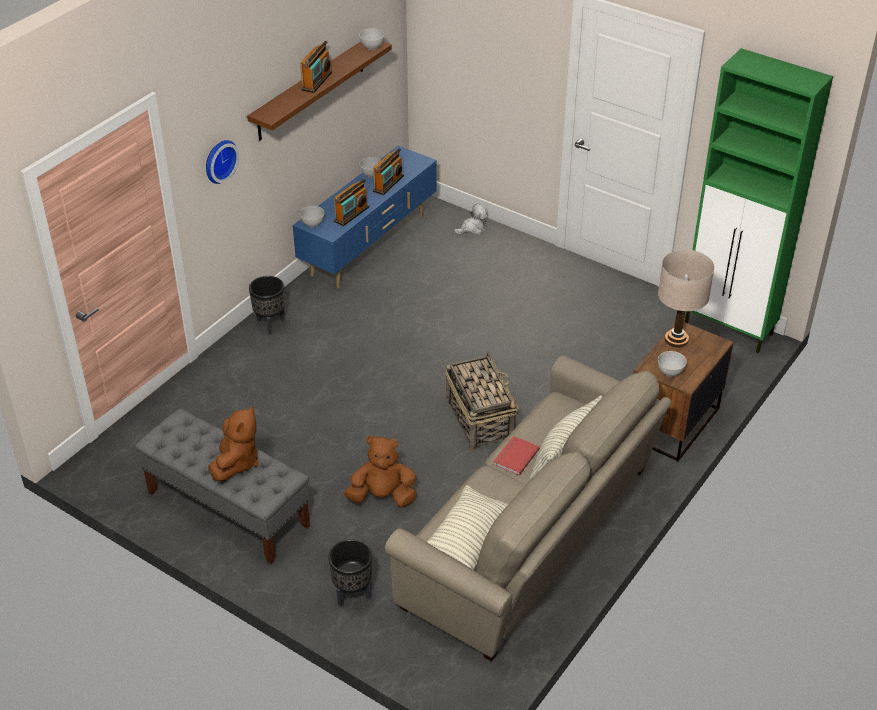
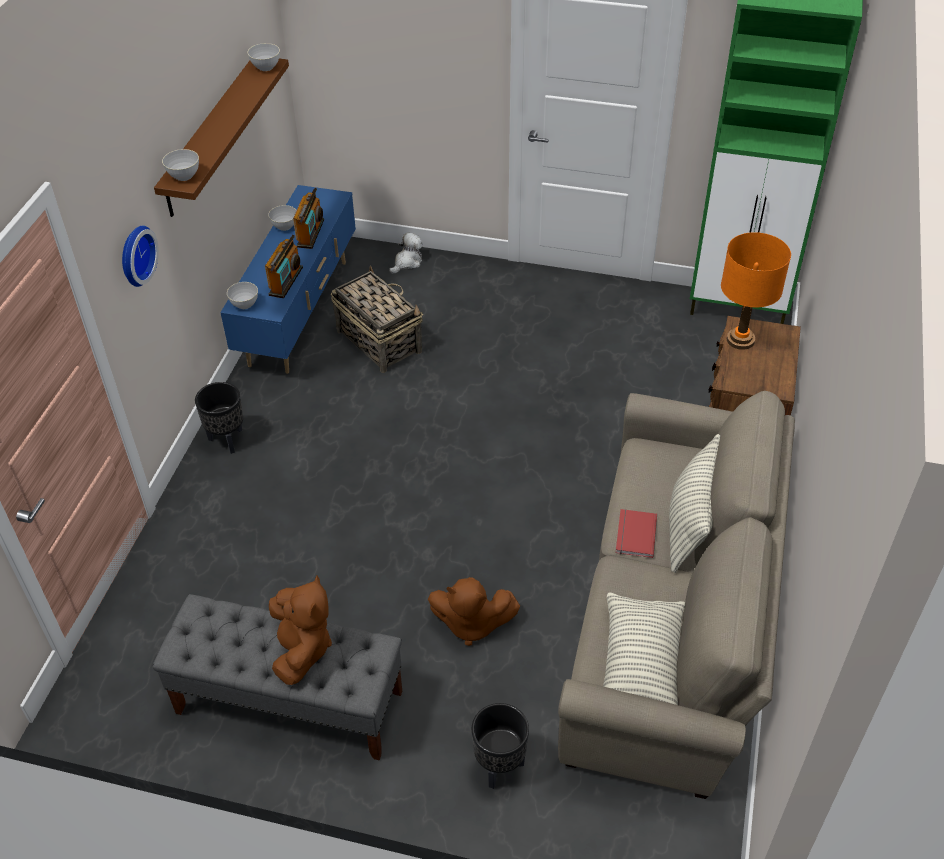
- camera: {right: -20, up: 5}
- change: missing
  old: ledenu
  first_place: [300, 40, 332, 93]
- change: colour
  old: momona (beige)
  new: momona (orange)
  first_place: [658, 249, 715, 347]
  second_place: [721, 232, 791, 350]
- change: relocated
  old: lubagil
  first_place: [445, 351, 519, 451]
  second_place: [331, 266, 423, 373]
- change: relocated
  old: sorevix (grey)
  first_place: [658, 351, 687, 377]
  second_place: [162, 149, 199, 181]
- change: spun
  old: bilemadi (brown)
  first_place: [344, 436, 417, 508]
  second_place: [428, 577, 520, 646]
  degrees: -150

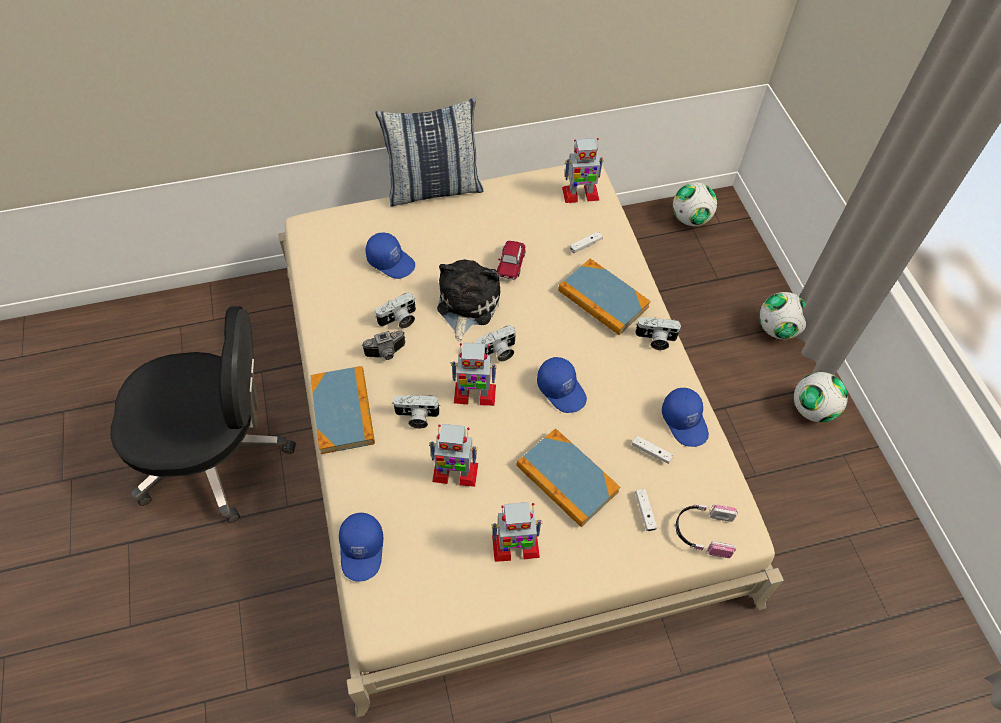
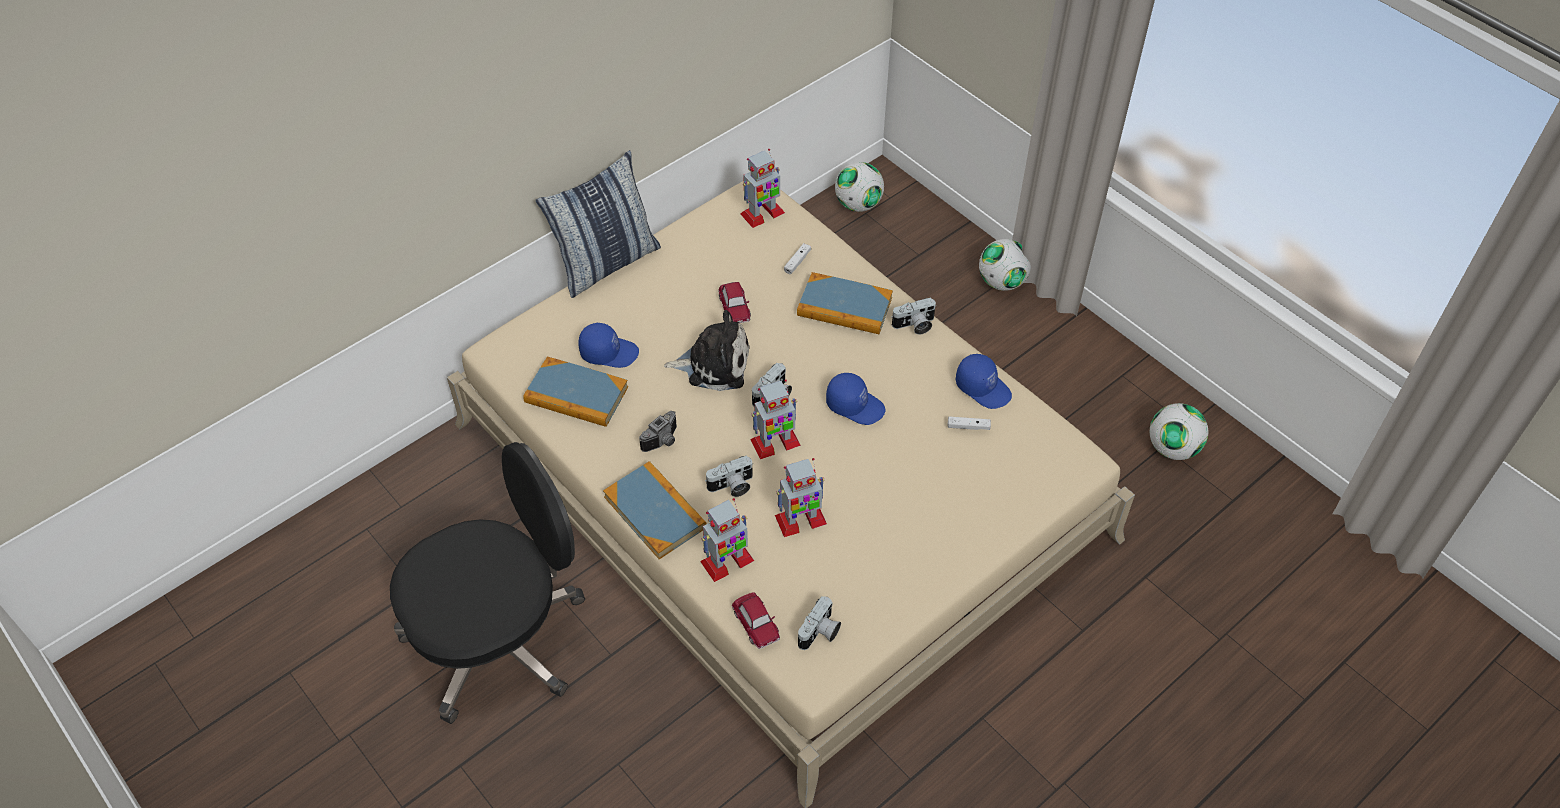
- camera: {right: -25, up: -5}
- change: spun
  old: bilemadi
  first_place: [437, 259, 500, 341]
  second_place: [664, 310, 750, 391]
  degrees: 105
- change: relocated
  old: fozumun
  first_place: [375, 292, 416, 328]
  second_place: [798, 596, 841, 650]
- change: relocated
  old: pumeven
  first_place: [794, 372, 848, 422]
  second_place: [1150, 403, 1208, 460]
- change: relocated
  old: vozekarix
  first_place: [516, 428, 620, 527]
  second_place: [523, 356, 628, 427]
- change: missing
  old: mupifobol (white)
  first_place: [635, 489, 657, 531]
- change: relocated
  old: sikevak
  first_place: [492, 502, 542, 562]
  second_place: [700, 498, 754, 582]
- change: missing
  old: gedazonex
  first_place: [676, 504, 738, 558]
- change: exchanged
  old: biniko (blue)
  new: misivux
  first_place: [339, 513, 383, 582]
  second_place: [732, 592, 780, 649]

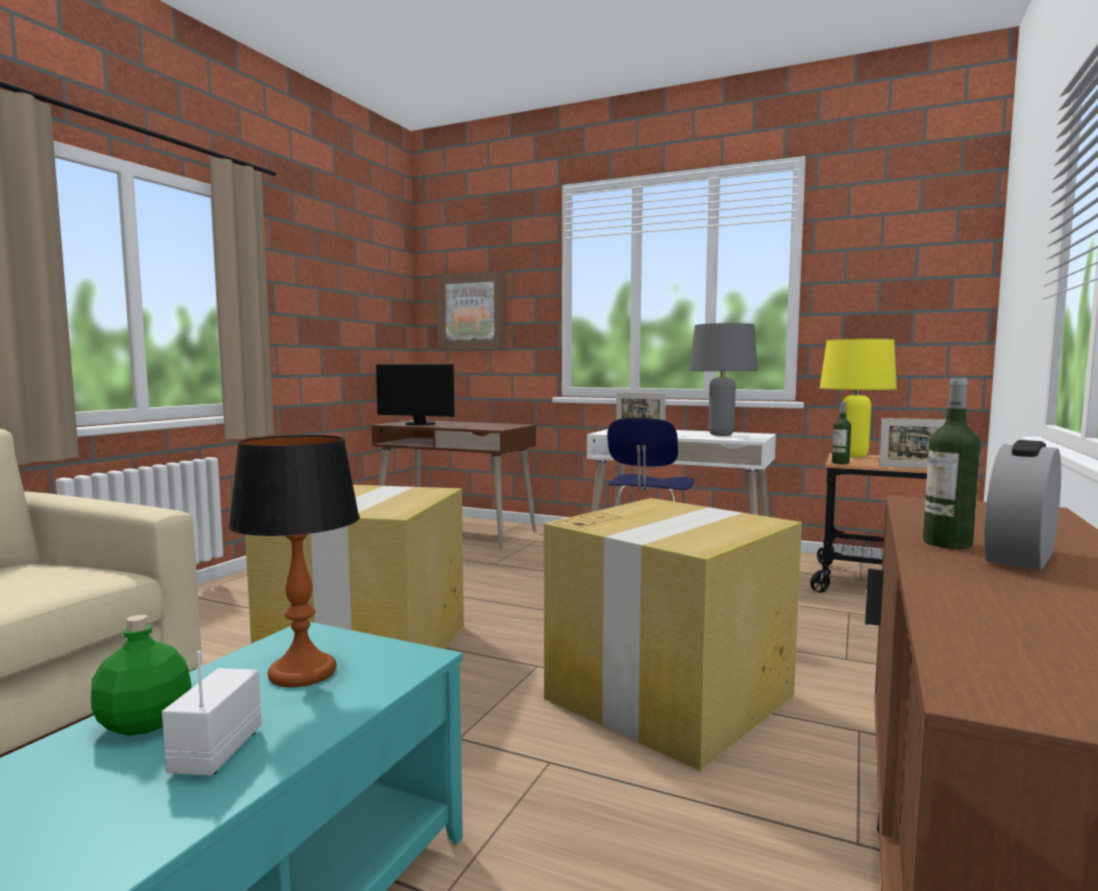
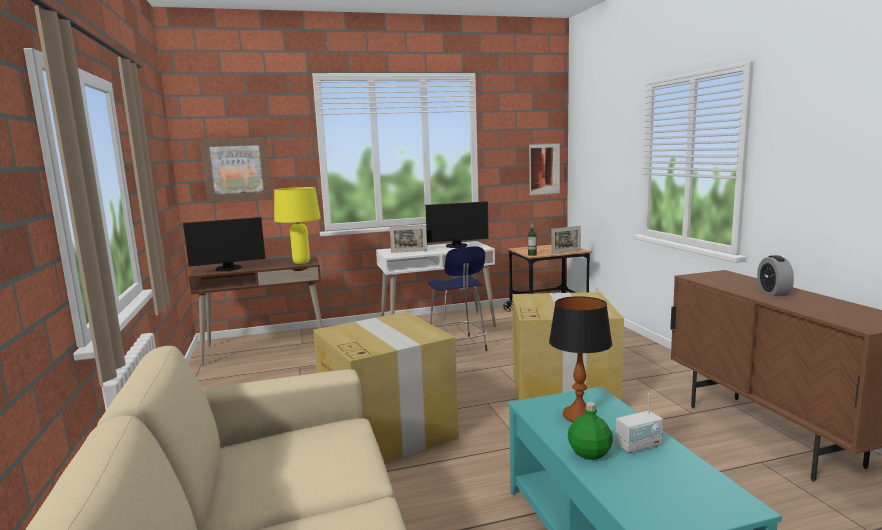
- camera: {right: -40, up: 5}
- change: exchanged
  old: momona (grey)
  new: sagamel
  first_place: [689, 323, 758, 436]
  second_place: [425, 201, 489, 248]
- change: relocated
  old: momona (yellow)
  first_place: [820, 339, 897, 458]
  second_place: [274, 187, 321, 264]
- change: missing
  old: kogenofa
  first_place: [923, 378, 981, 549]
- change: spun
  old: ledenu
  first_place: [162, 651, 262, 776]
  second_place: [615, 393, 663, 453]
  degrees: -75
- change: appeared
  new: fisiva
  second_place: [529, 143, 560, 196]

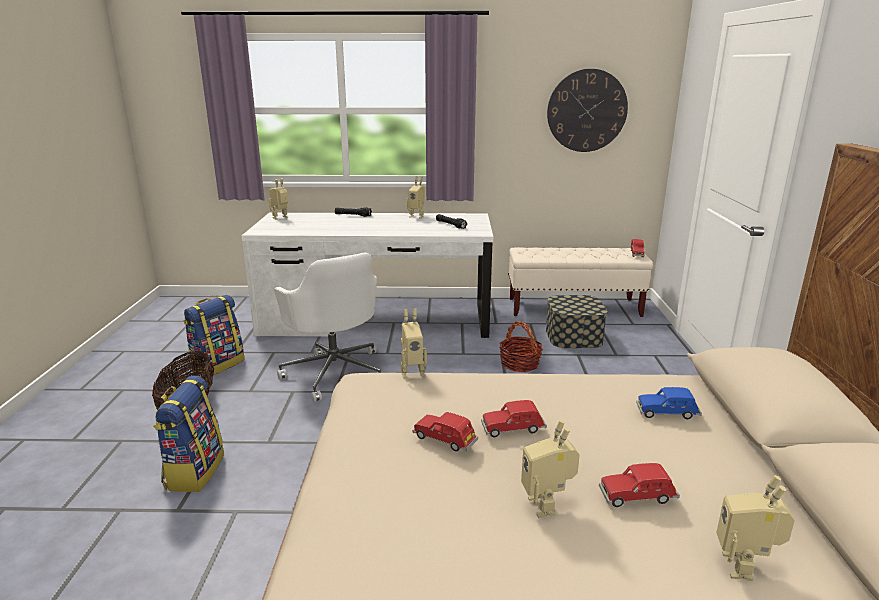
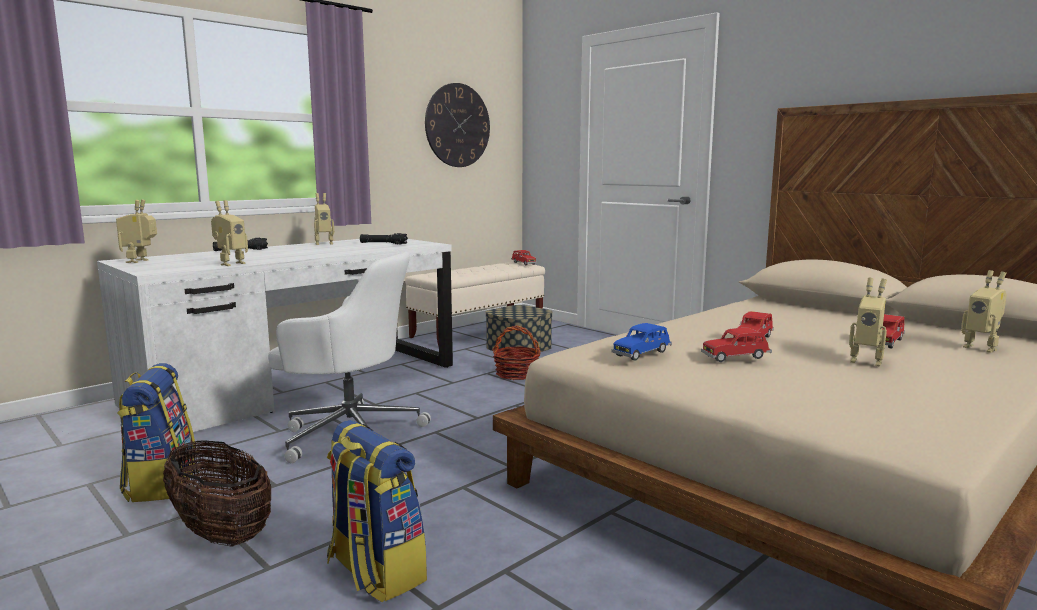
- camera: {right: -45, up: -10}
- change: relocated
  old: sikevak
  first_place: [401, 308, 427, 379]
  second_place: [211, 200, 248, 266]
- change: relocated
  old: misivux (blue)
  first_place: [636, 387, 702, 419]
  second_place: [612, 323, 672, 361]

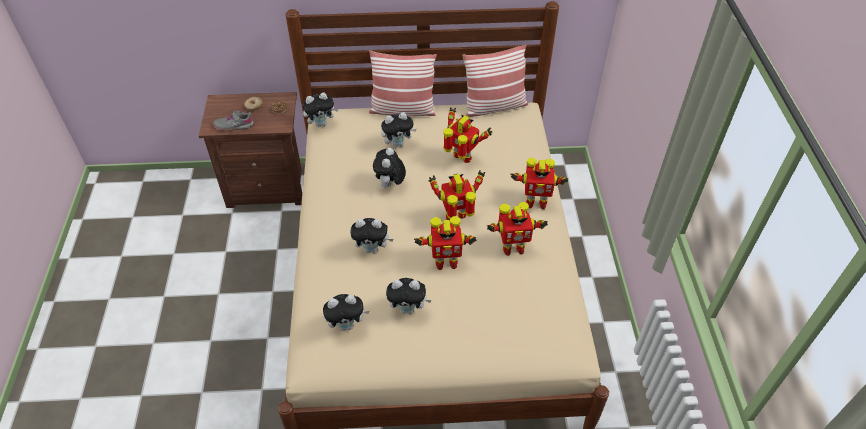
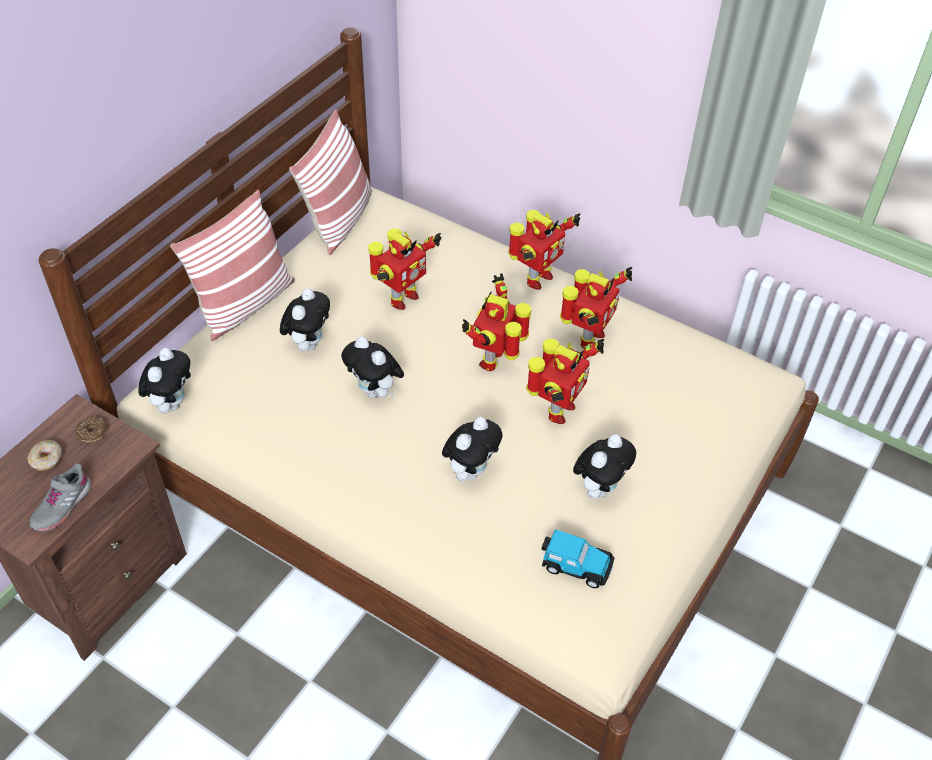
- camera: {right: -55, up: 0}
- change: spun
  old: sikevak
  first_place: [443, 107, 492, 163]
  second_place: [368, 229, 442, 310]
  degrees: 150
- change: exchanged
  old: bilemadi
  new: misivux
  first_place: [323, 294, 369, 331]
  second_place: [541, 529, 615, 588]

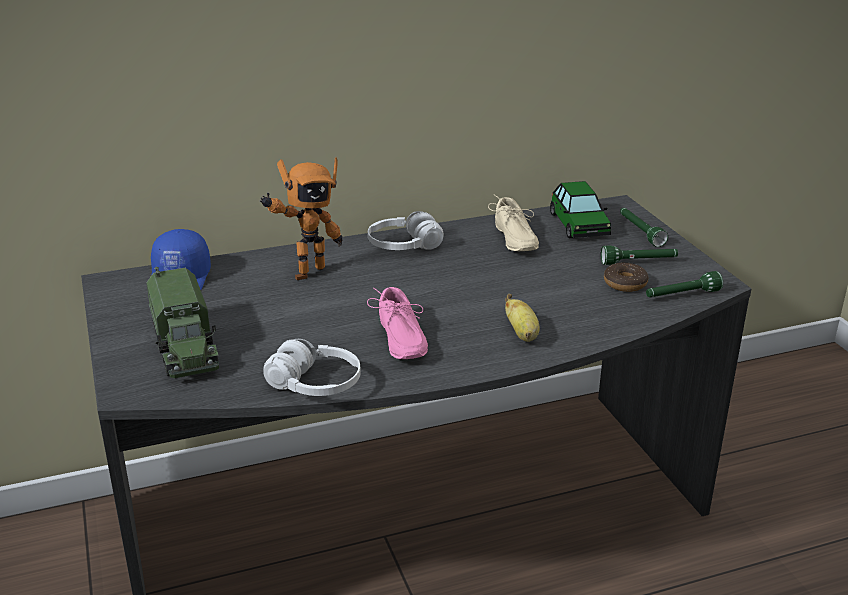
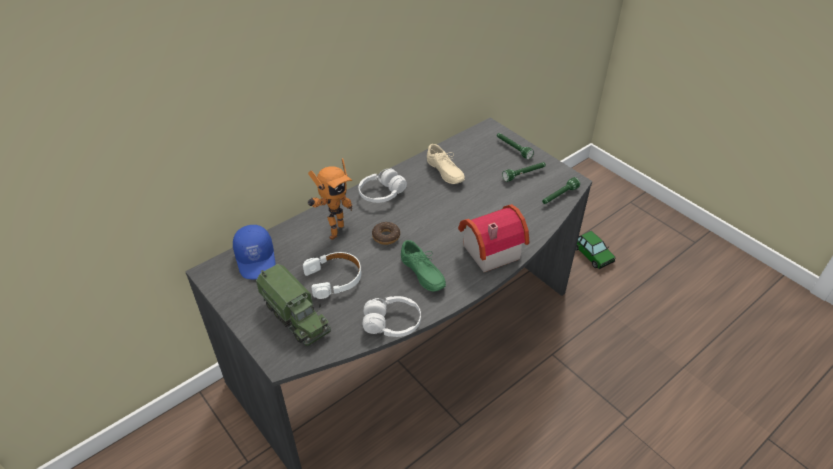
- camera: {right: -20, up: 15}
- change: relocated
  old: misivux
  first_place: [550, 181, 611, 238]
  second_place: [576, 231, 616, 269]
- change: relocated
  old: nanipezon
  first_place: [604, 263, 648, 292]
  second_place: [372, 222, 400, 245]
- change: colour
  old: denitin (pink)
  new: denitin (green)
  first_place: [367, 287, 428, 359]
  second_place: [401, 240, 446, 292]
- change: exchanged
  old: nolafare
  new: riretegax
  first_place: [505, 294, 540, 342]
  second_place: [458, 204, 529, 272]
- change: appeared
  new: gedazonex (white)
  second_place: [303, 252, 361, 299]

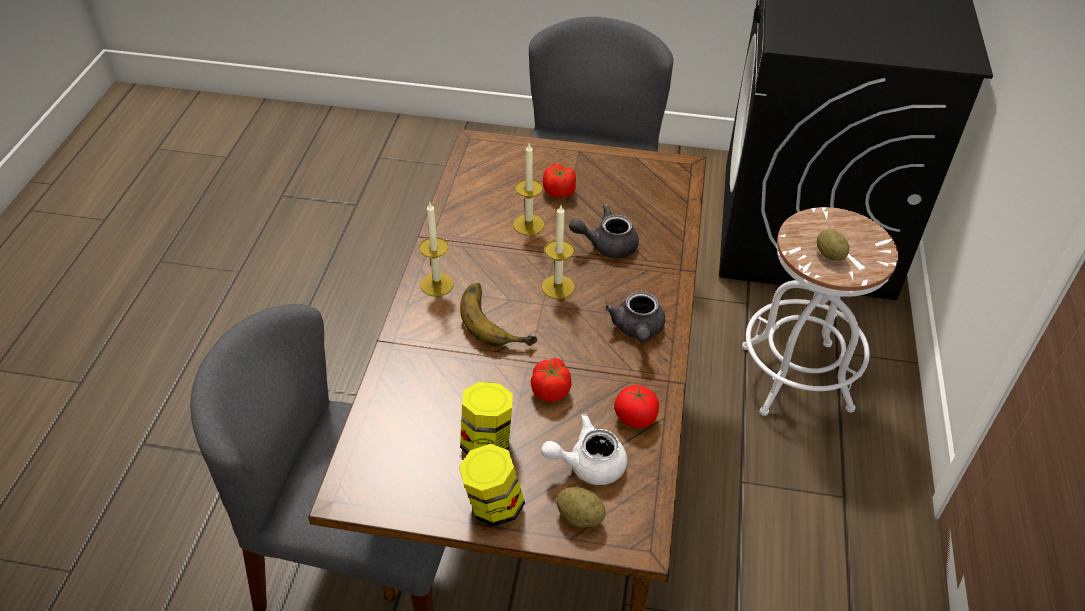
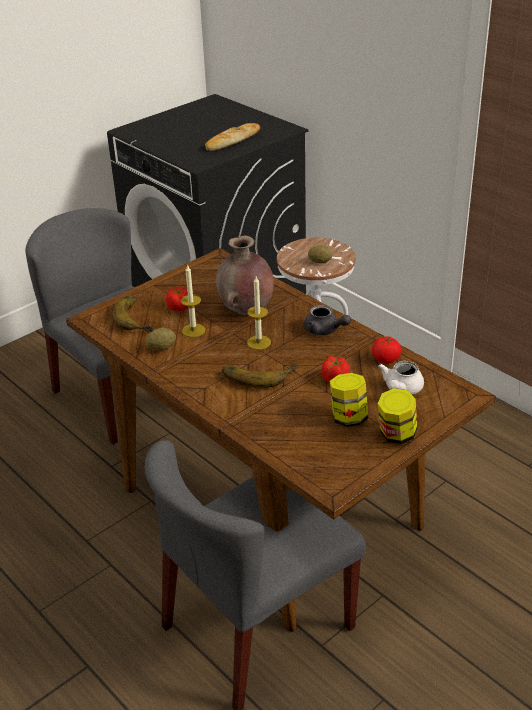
- camera: {right: -50, up: -10}
- change: missing
  old: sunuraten
  first_place: [419, 202, 454, 296]
- change: exchanged
  old: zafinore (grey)
  new: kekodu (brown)
  first_place: [569, 204, 639, 258]
  second_place: [216, 236, 274, 315]
- change: relocated
  old: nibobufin
  first_place: [556, 487, 606, 527]
  second_place: [146, 328, 176, 350]
- change: appeared
  new: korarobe
  second_place: [205, 123, 260, 151]
- change: appeared
  new: nolafare
  second_place: [112, 296, 153, 333]

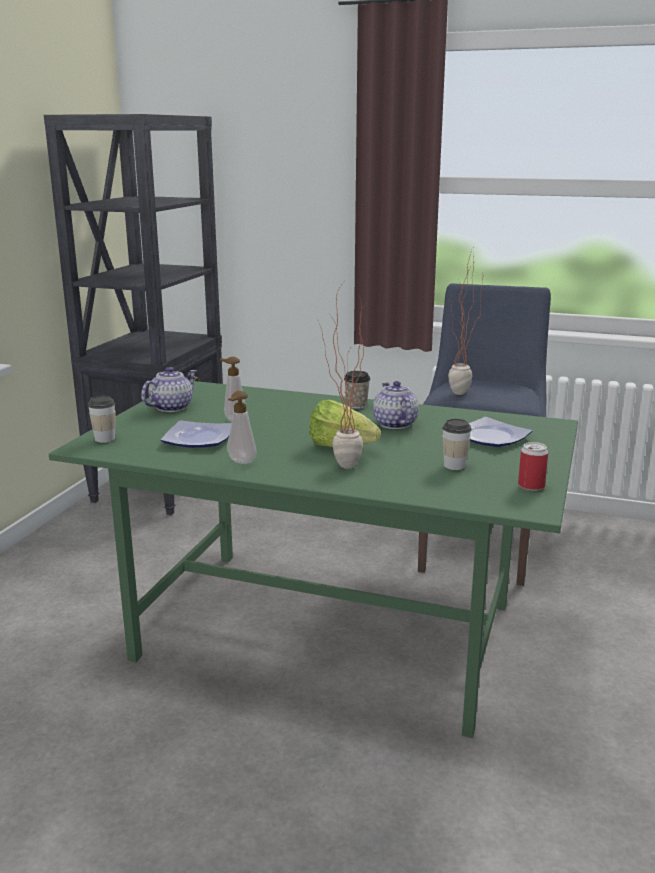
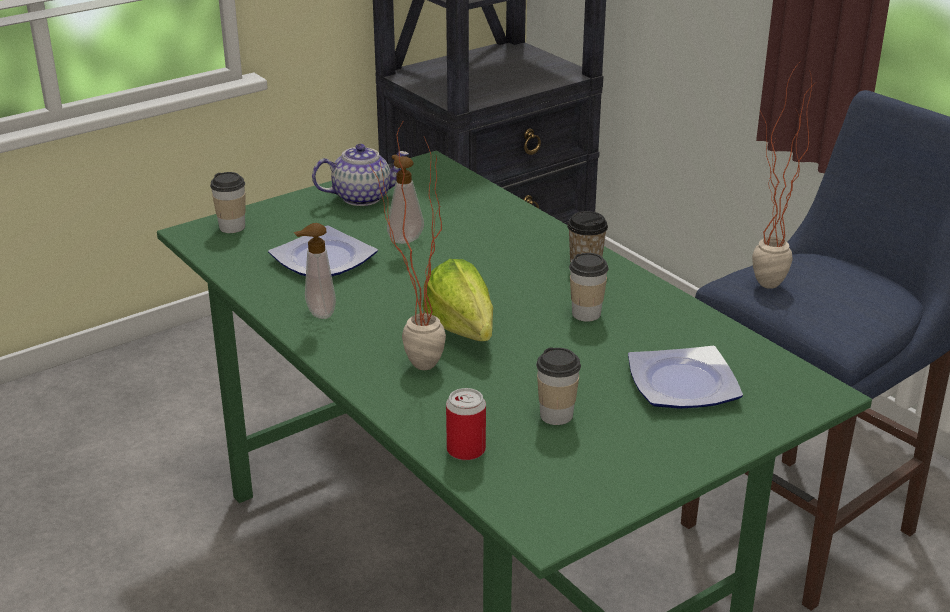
- camera: {right: 35, up: 10}
- change: exchanged
  old: zafinore
  new: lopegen
  first_place: [373, 381, 419, 429]
  second_place: [569, 253, 609, 322]
- change: relocated
  old: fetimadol
  first_place: [518, 442, 548, 491]
  second_place: [446, 388, 486, 460]

